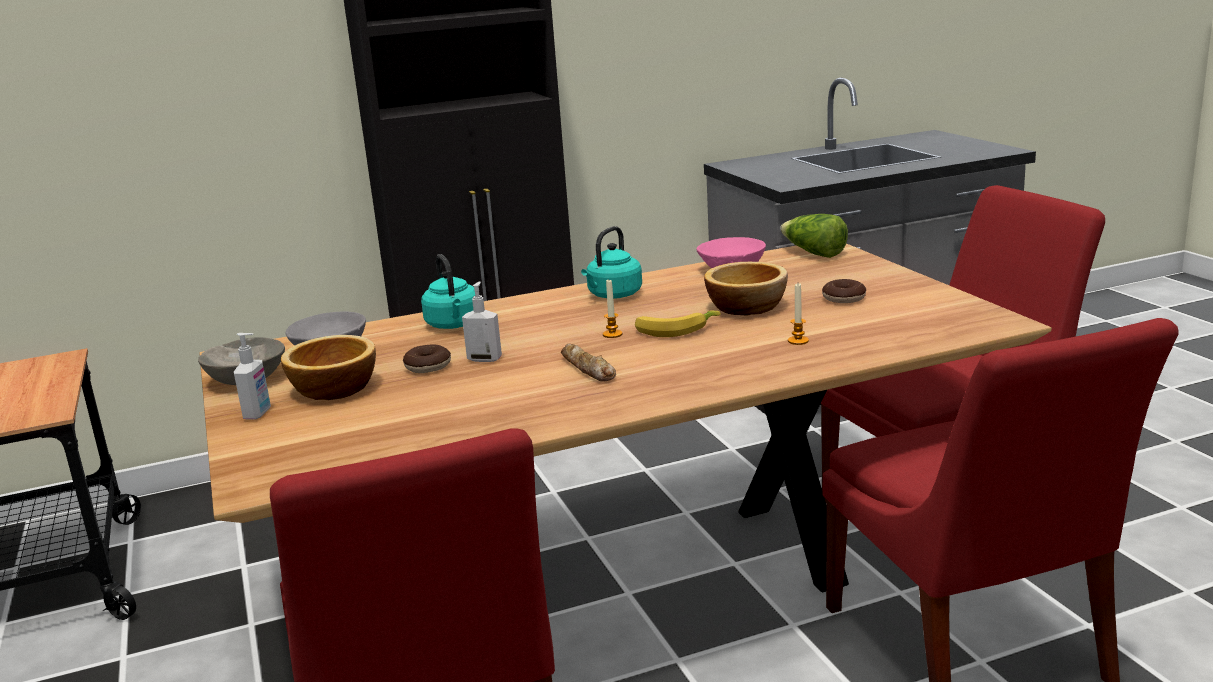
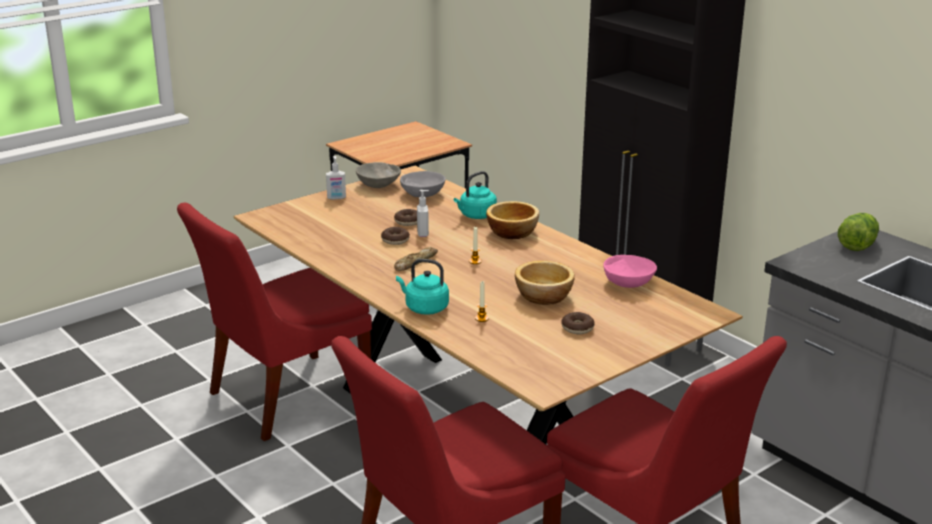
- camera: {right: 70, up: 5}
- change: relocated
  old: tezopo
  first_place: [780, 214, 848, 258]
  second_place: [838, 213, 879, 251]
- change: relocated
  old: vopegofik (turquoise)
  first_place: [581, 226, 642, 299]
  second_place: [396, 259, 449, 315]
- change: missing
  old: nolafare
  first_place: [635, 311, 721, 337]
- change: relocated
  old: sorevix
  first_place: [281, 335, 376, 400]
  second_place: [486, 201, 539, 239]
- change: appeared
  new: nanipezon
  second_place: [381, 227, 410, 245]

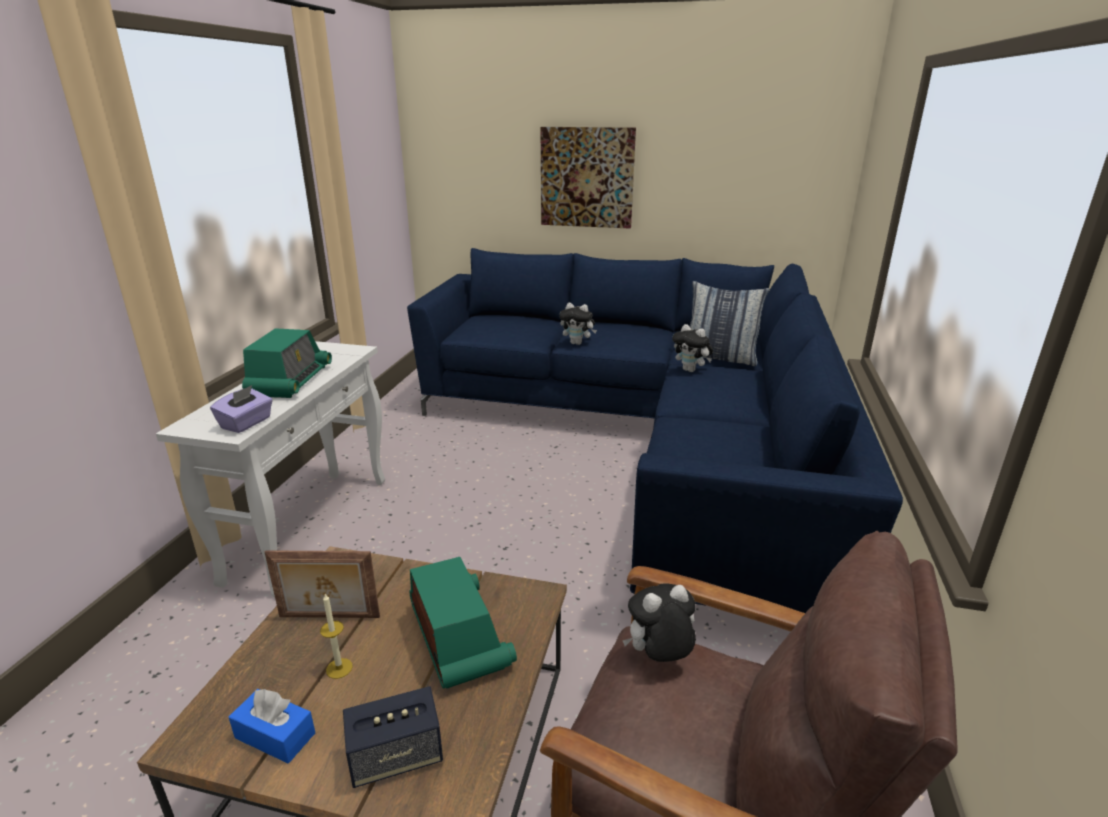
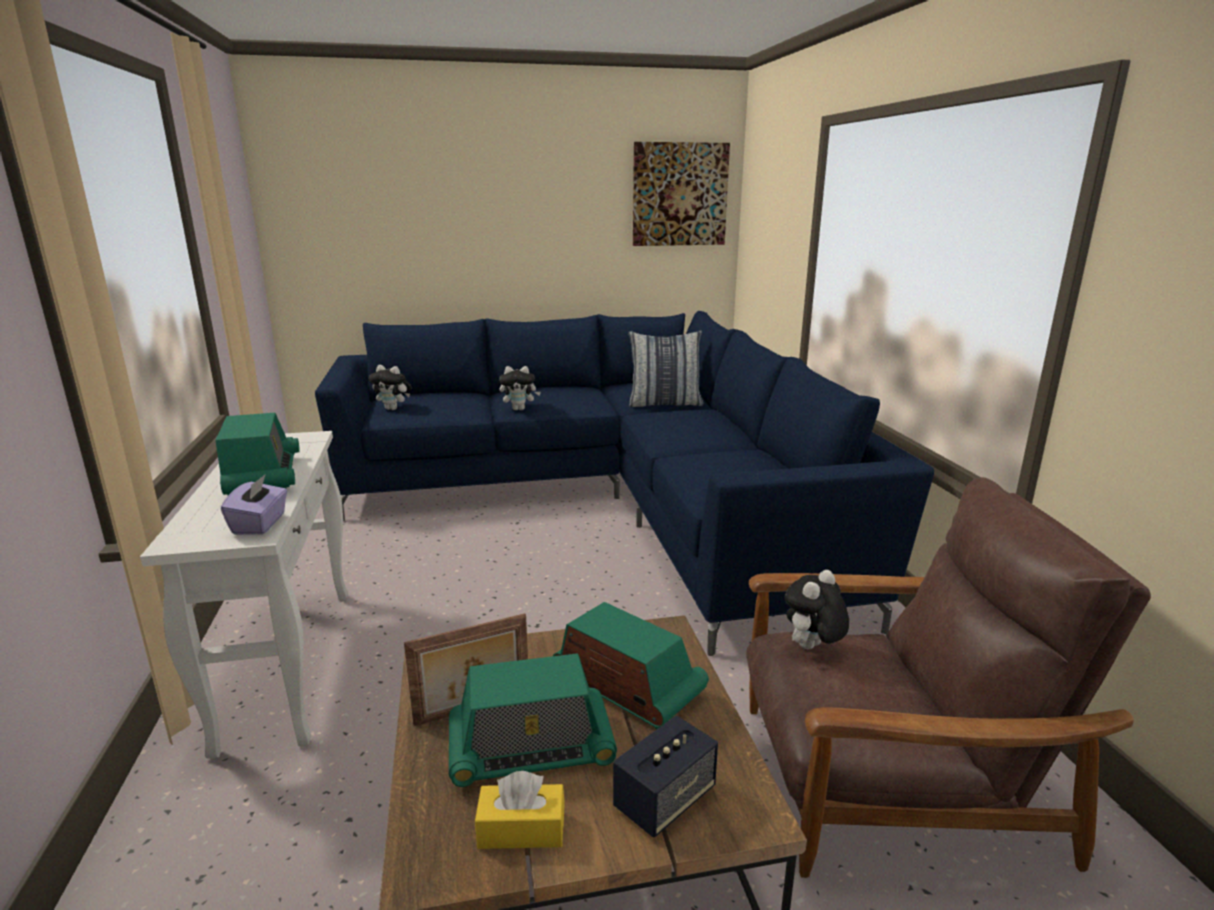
- camera: {right: -25, up: -5}
- change: relocated
  old: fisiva
  first_place: [540, 127, 636, 229]
  second_place: [633, 142, 730, 246]
- change: relocated
  old: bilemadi
  first_place: [672, 324, 713, 372]
  second_place: [369, 365, 411, 410]
- change: exchanged
  old: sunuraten
  new: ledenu
  first_place: [320, 594, 353, 679]
  second_place: [449, 654, 617, 787]
- change: colour
  old: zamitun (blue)
  new: zamitun (yellow)
  first_place: [229, 689, 315, 763]
  second_place: [475, 771, 565, 849]

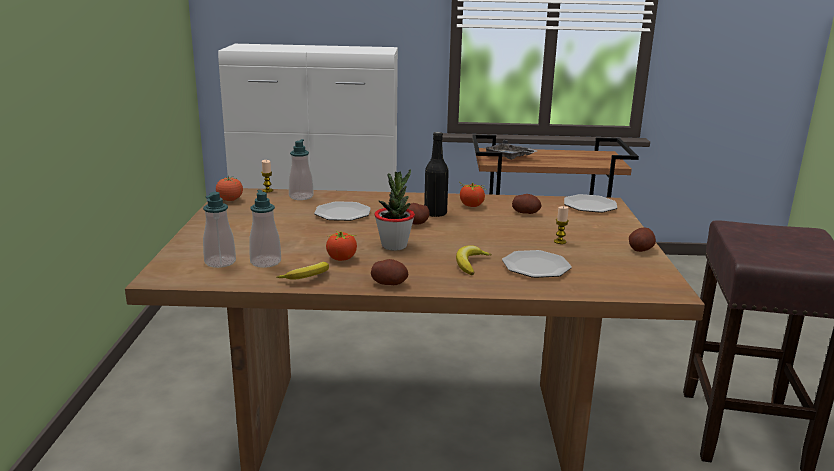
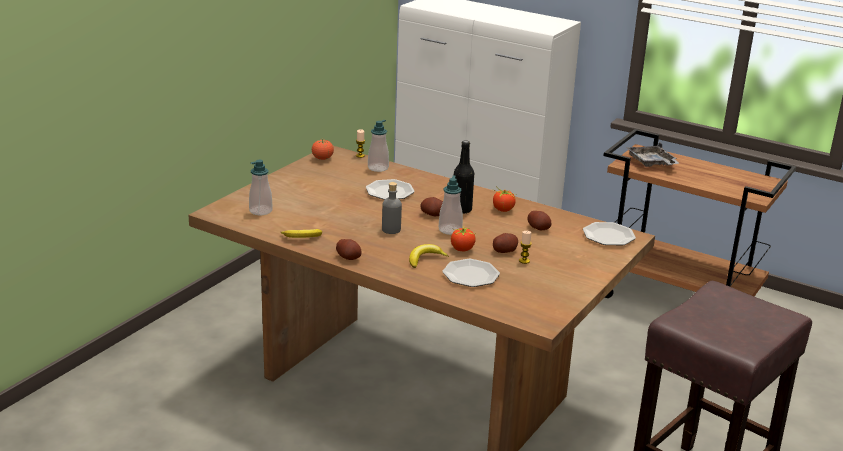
- camera: {right: 30, up: 5}
- change: exchanged
  old: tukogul
  new: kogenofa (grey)
  first_place: [374, 169, 415, 251]
  second_place: [382, 182, 402, 234]
- change: relocated
  old: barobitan
  first_place: [249, 190, 281, 268]
  second_place: [439, 175, 463, 235]
- change: relocated
  old: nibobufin
  first_place: [629, 227, 656, 252]
  second_place: [493, 233, 518, 253]
- change: relocated
  old: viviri
  first_place: [326, 231, 357, 261]
  second_place: [451, 227, 476, 251]

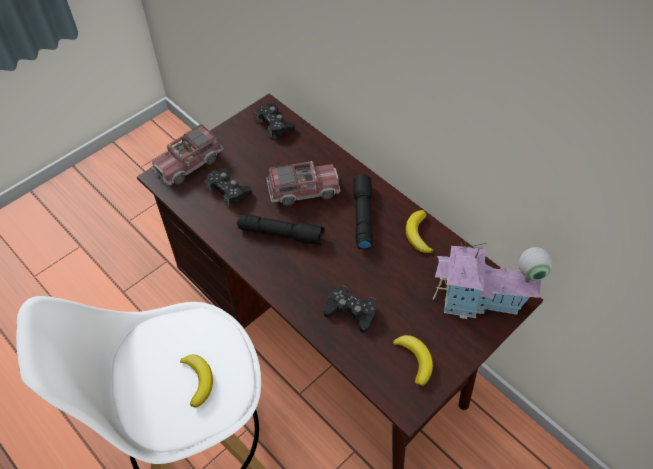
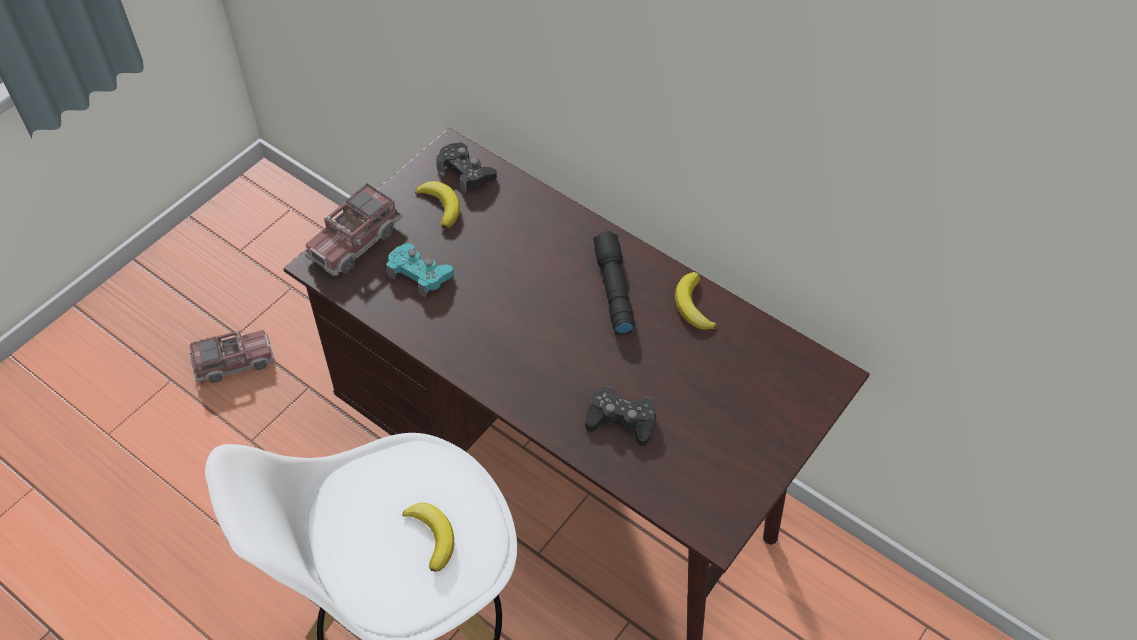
- camera: {right: -10, up: 0}
- change: relocated
  old: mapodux
  first_place: [266, 161, 341, 206]
  second_place: [189, 330, 275, 383]
- change: colour
  old: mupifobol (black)
  new: mupifobol (turquoise)
  first_place: [205, 168, 252, 207]
  second_place: [386, 243, 454, 297]
- change: missing
  old: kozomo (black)
  first_place: [237, 214, 325, 245]
- change: missing
  old: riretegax
  first_place: [433, 243, 553, 319]
- change: relocated
  old: nolafare
  first_place: [393, 335, 433, 386]
  second_place: [415, 181, 460, 228]

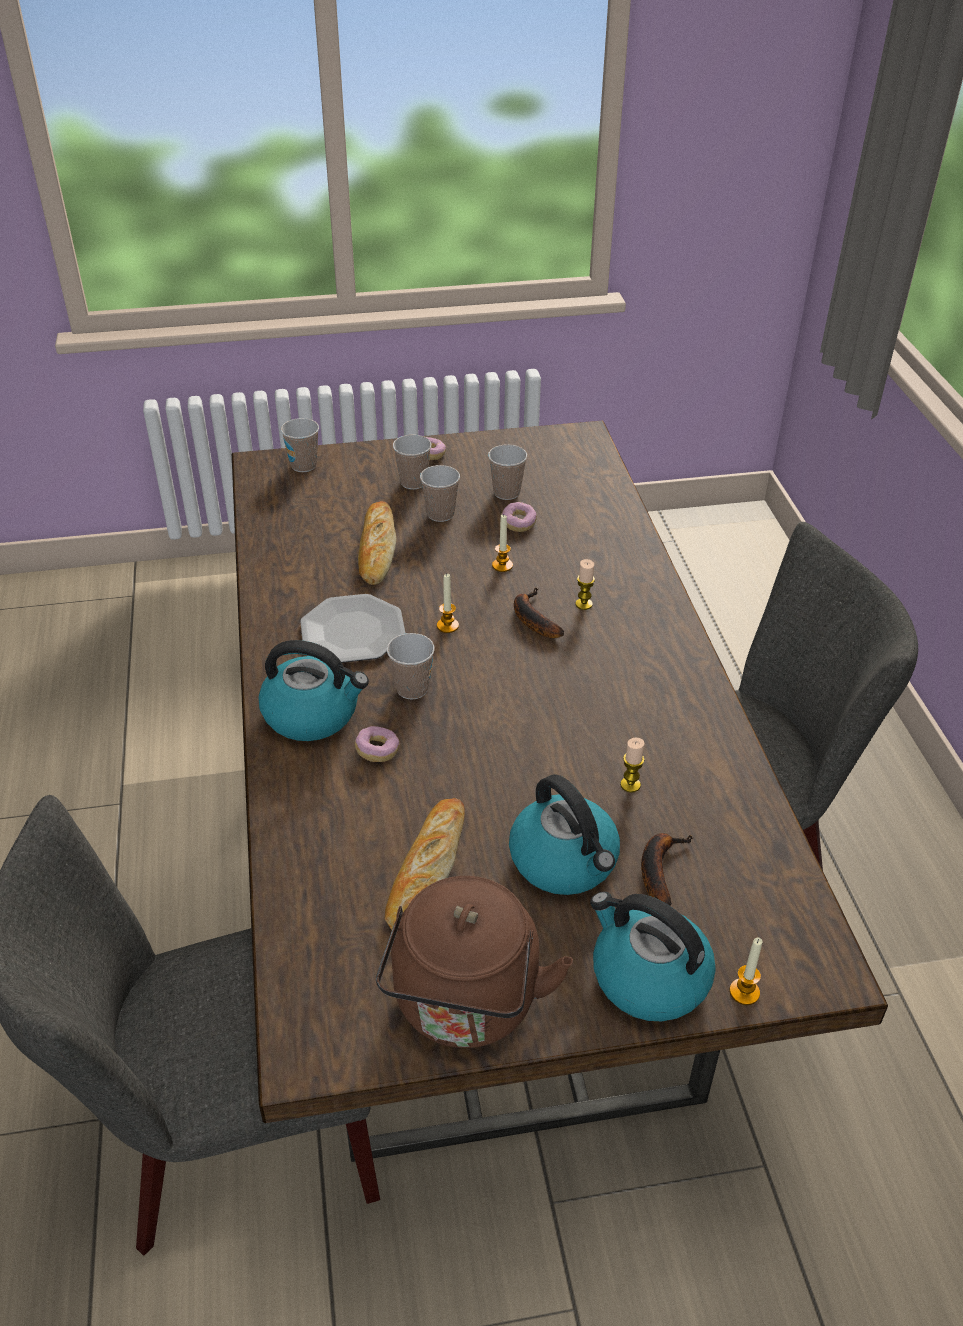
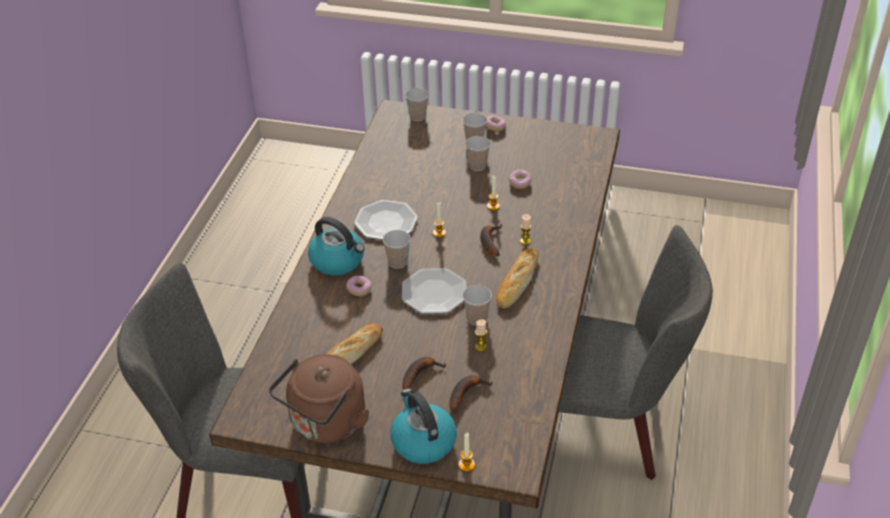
- camera: {right: 25, up: 0}
- change: relocated
  old: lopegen
  first_place: [488, 445, 527, 500]
  second_place: [462, 285, 492, 326]
- change: relocated
  old: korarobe
  first_place: [358, 501, 397, 585]
  second_place: [496, 249, 538, 308]
- change: exchanged
  old: vopegofik
  new: nolafare
  first_place: [509, 774, 620, 895]
  second_place: [402, 357, 447, 390]
- change: appeared
  new: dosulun
  second_place: [402, 268, 467, 314]

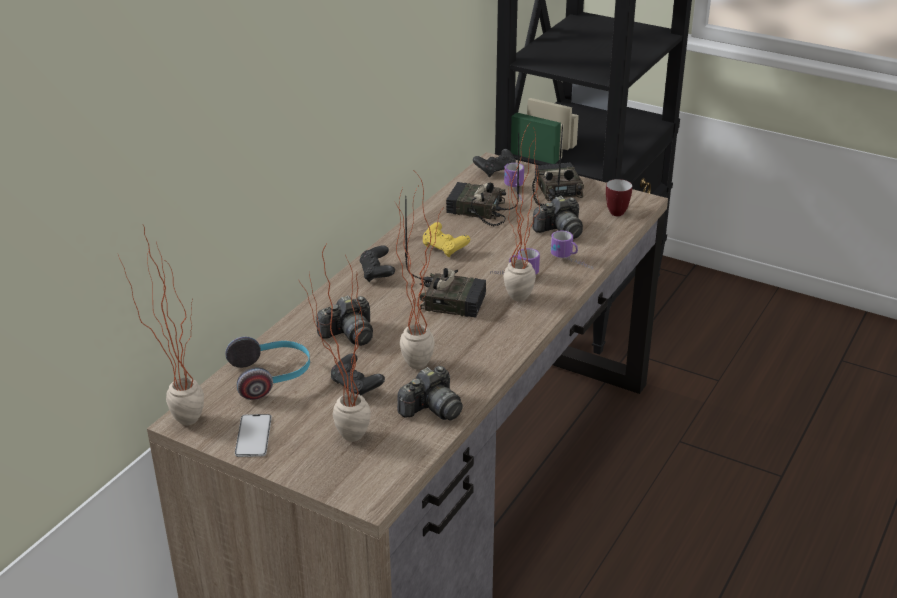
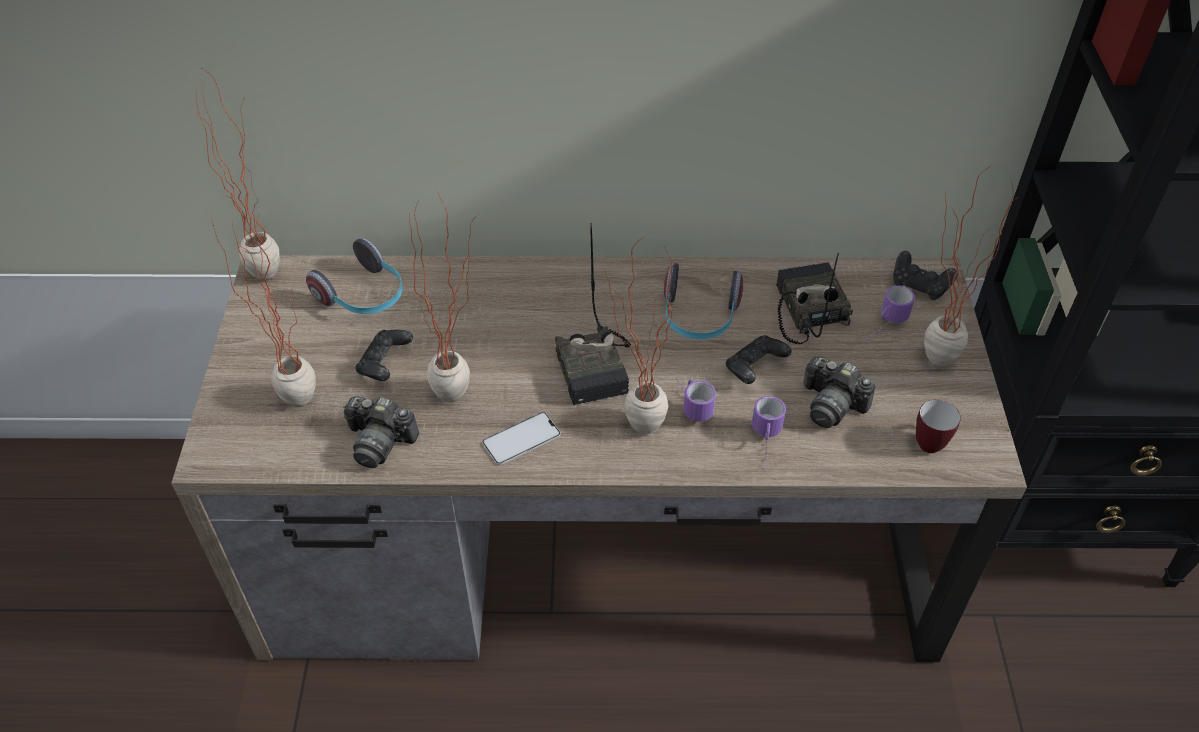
- camera: {right: 60, up: 15}
- change: exchanged
  old: ledenu
  new: tukogul
  first_place: [532, 124, 584, 206]
  second_place: [924, 165, 1018, 366]
- change: exchanged
  old: mupifobol (yellow)
  new: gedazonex
  first_place: [423, 222, 470, 257]
  second_place: [664, 263, 743, 339]
- change: relocated
  old: mupifobol (black)
  first_place: [359, 246, 395, 282]
  second_place: [726, 335, 791, 384]
- change: missing
  old: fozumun
  first_place: [316, 295, 373, 346]
- change: relocated
  old: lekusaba
  first_place: [235, 414, 272, 457]
  second_place: [482, 412, 560, 465]

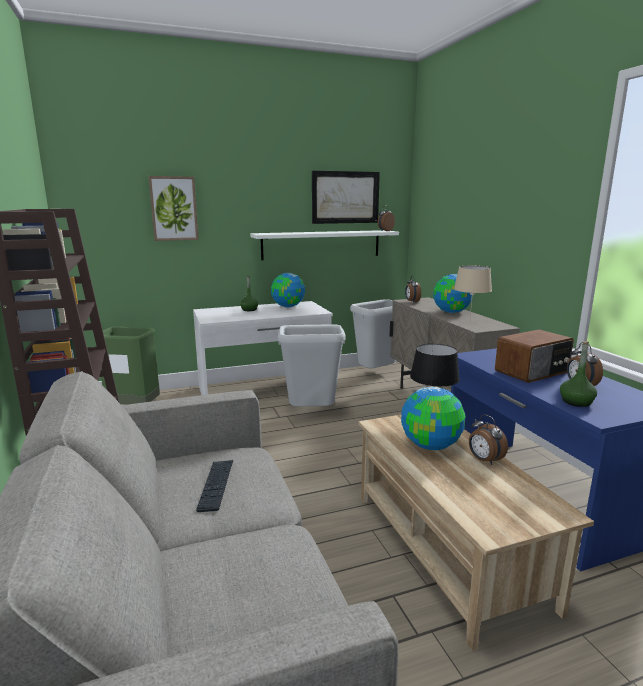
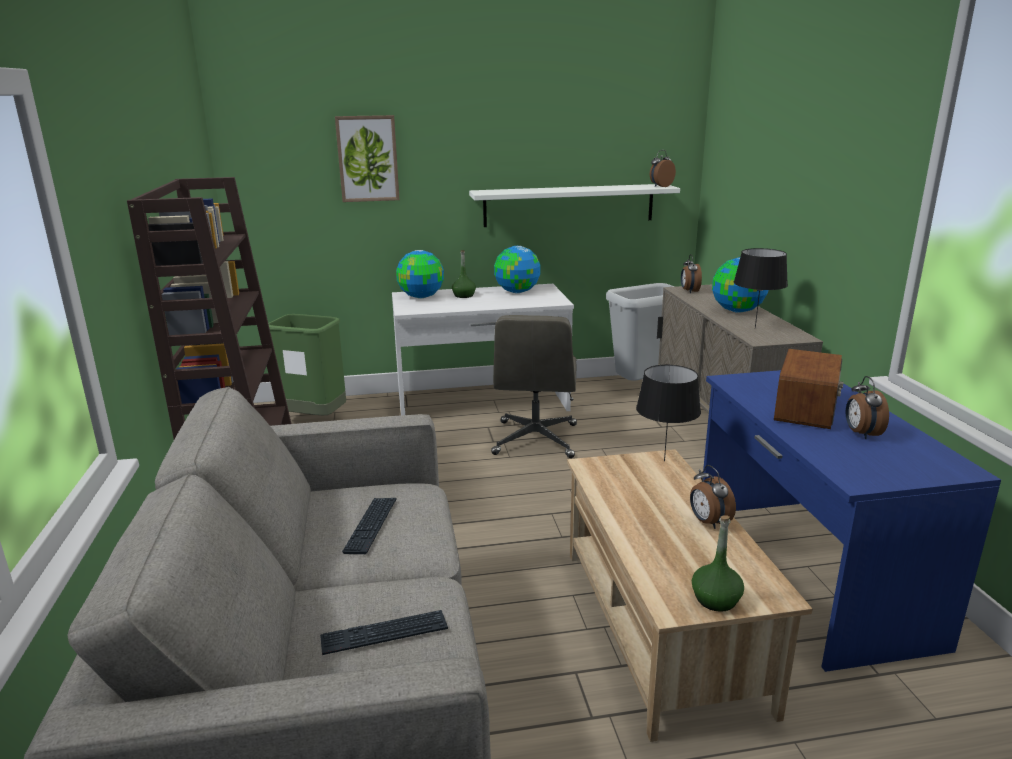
- camera: {right: 10, up: 5}
- change: missing
  old: fisiva
  first_place: [312, 171, 380, 224]
- change: colour
  old: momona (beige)
  new: momona (black)
  first_place: [454, 265, 492, 317]
  second_place: [734, 248, 788, 328]
- change: exchanged
  old: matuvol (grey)
  new: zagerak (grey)
  first_place: [278, 324, 346, 407]
  second_place: [491, 315, 577, 458]
- change: spun
  old: ledenu
  first_place: [495, 329, 574, 383]
  second_place: [774, 349, 844, 429]
  degrees: -45
- change: relocated
  old: kogenofa (green)
  first_place: [560, 341, 597, 407]
  second_place: [692, 515, 744, 612]
- change: relocated
  old: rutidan
  first_place: [401, 387, 465, 450]
  second_place: [396, 250, 444, 298]
- change: appeared
  new: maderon
  second_place: [320, 610, 448, 655]

